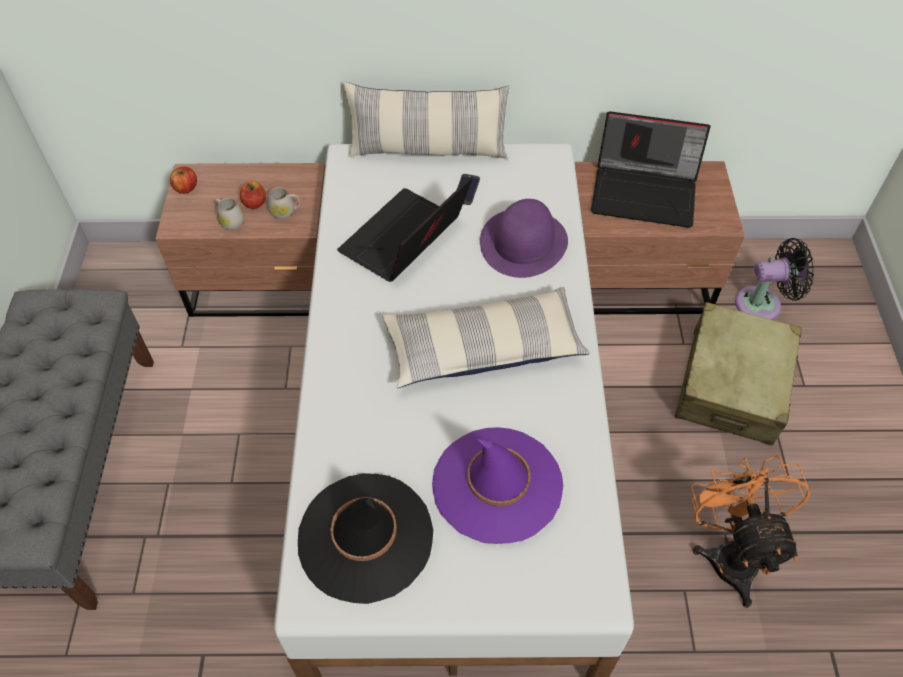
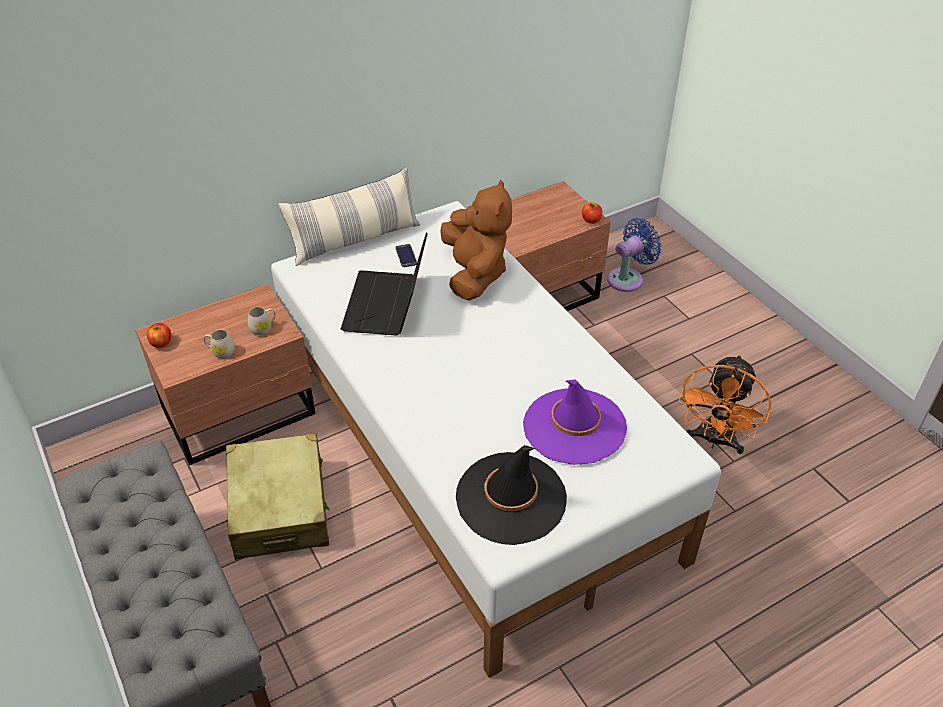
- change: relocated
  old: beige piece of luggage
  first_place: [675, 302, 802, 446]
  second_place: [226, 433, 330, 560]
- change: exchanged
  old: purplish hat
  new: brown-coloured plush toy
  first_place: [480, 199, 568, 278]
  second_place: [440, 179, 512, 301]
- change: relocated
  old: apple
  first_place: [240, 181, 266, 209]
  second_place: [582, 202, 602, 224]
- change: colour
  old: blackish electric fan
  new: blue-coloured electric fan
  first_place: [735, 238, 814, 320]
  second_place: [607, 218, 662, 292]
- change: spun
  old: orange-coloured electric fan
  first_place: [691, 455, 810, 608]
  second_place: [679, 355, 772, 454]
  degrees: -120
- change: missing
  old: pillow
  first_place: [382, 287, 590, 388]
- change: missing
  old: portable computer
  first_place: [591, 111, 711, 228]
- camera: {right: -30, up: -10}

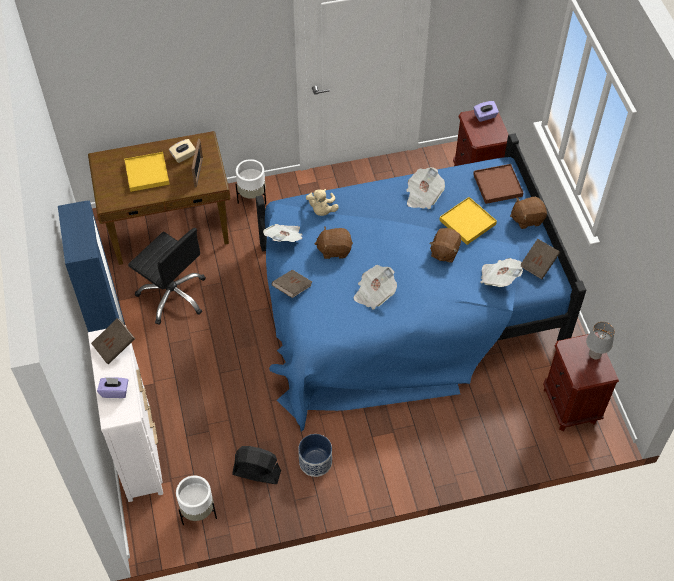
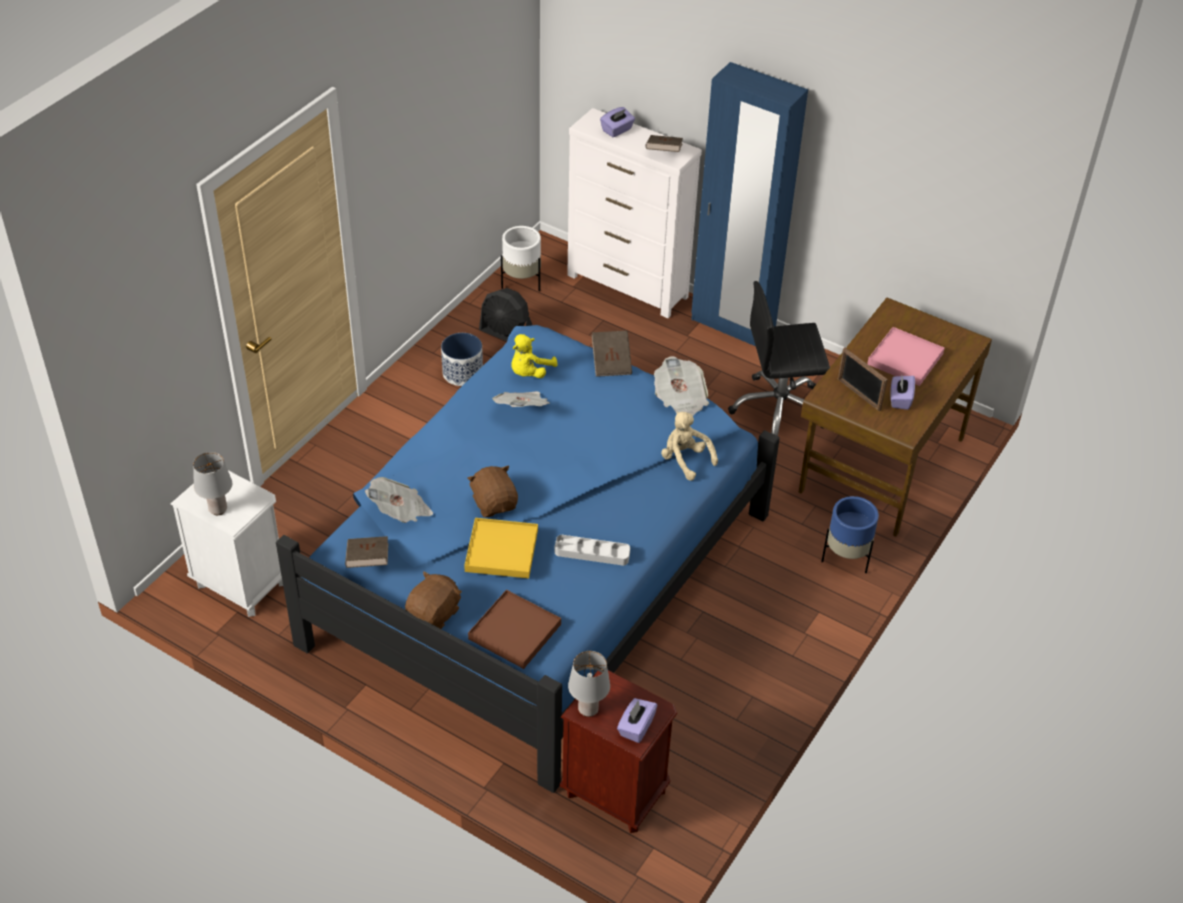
- change: colour
  old: brown-coloured nightstand
  new: white-coloured nightstand
  first_place: [543, 332, 619, 432]
  second_place: [171, 470, 283, 617]
- change: spun
  old: blackish electric fan
  first_place: [232, 446, 281, 484]
  second_place: [479, 288, 532, 341]
  degrees: 60
- change: appeared
  new: yellow-coloured plush toy
  second_place: [511, 334, 557, 378]
- change: exchanged
  old: newspaper
  new: gray tray
  first_place: [406, 167, 445, 209]
  second_place: [555, 535, 630, 566]
- change: appeared
  new: gray table lamp
  second_place: [568, 651, 610, 717]
- change: colour
  old: white-coloured planter
  new: blue-coloured planter
  first_place: [235, 159, 266, 205]
  second_place: [821, 496, 879, 573]
- change: colour
  old: yellow-coloured tray
  new: pink-coloured tray
  first_place: [124, 152, 170, 192]
  second_place: [867, 327, 945, 386]
- change: colour
  old: beige tissue holder
  new: purplish tissue holder
  first_place: [169, 139, 196, 163]
  second_place: [890, 376, 915, 410]
- change: missing
  old: brown-coloured plush toy
  first_place: [314, 226, 353, 259]
- camera: {right: 135, up: -10}

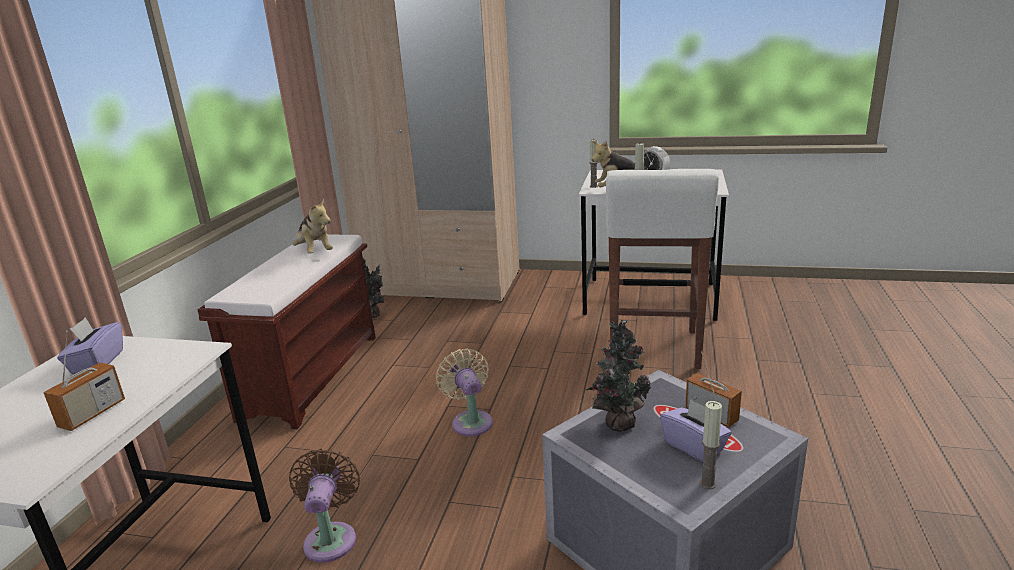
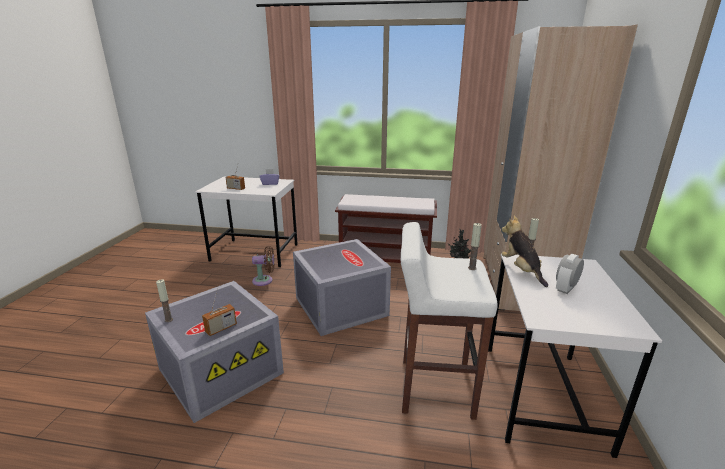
- change: exchanged
  old: beige electric fan
  new: gray storage box
  first_place: [436, 348, 493, 436]
  second_place: [293, 239, 391, 336]
- change: missing
  old: plush toy
  first_place: [292, 198, 333, 253]
- change: missing
  old: houseplant
  first_place: [586, 320, 651, 432]
- change: missing
  old: purplish tissue holder
  first_place: [660, 399, 732, 462]
- camera: {right: 85, up: 0}

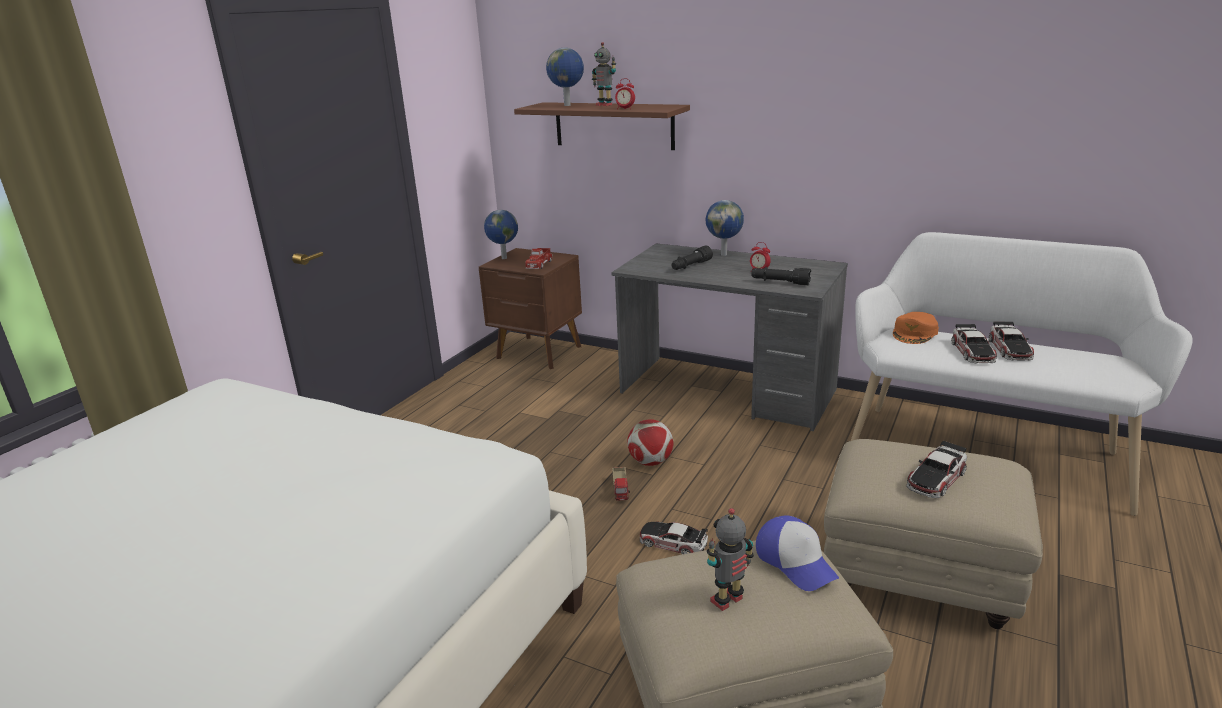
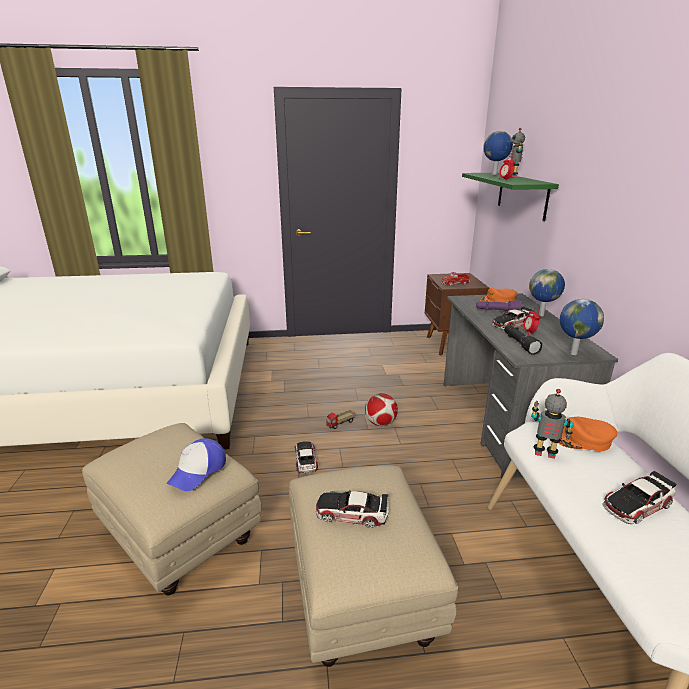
- change: colour
  old: brown-coloured wall shelf
  new: greenish wall shelf
  first_place: [514, 102, 690, 150]
  second_place: [462, 173, 559, 221]
- change: colour
  old: blackish torch
  new: purplish torch
  first_place: [671, 246, 713, 270]
  second_place: [476, 300, 522, 311]
- change: appeared
  new: orange-coloured baseball cap
  second_place: [480, 288, 517, 302]
- change: relocated
  old: miniature car
  first_place: [951, 324, 997, 364]
  second_place: [491, 307, 535, 330]
- change: relocated
  old: model robot
  first_place: [707, 508, 754, 611]
  second_place: [531, 389, 574, 459]
- change: relocated
  old: globe
  first_place: [484, 210, 518, 259]
  second_place: [559, 299, 604, 355]
- camera: {right: 55, up: 0}

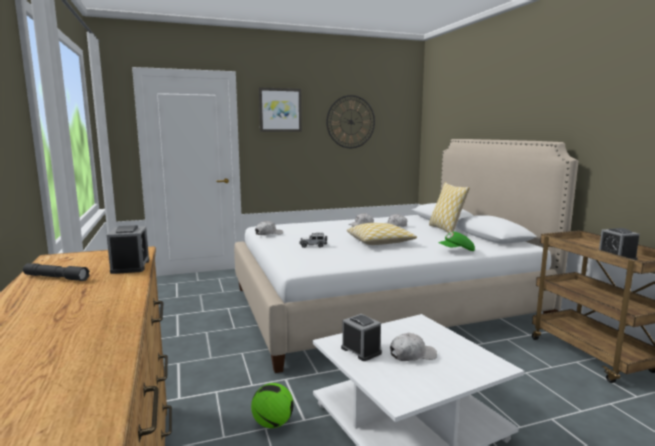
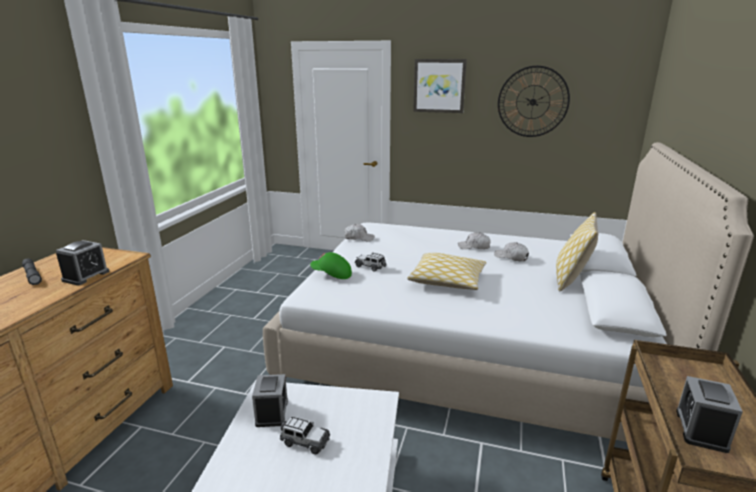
- change: exchanged
  old: white-coloured baseball cap
  new: miniature car
  first_place: [390, 332, 437, 361]
  second_place: [280, 416, 330, 454]
- change: relocated
  old: greenish baseball cap
  first_place: [438, 232, 475, 251]
  second_place: [310, 252, 352, 279]
- change: missing
  old: football ball
  first_place: [251, 383, 294, 428]
- camera: {right: 35, up: 10}

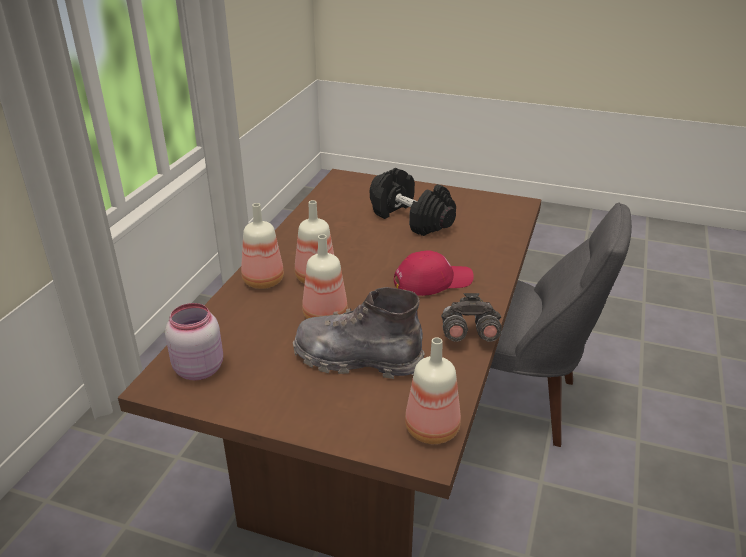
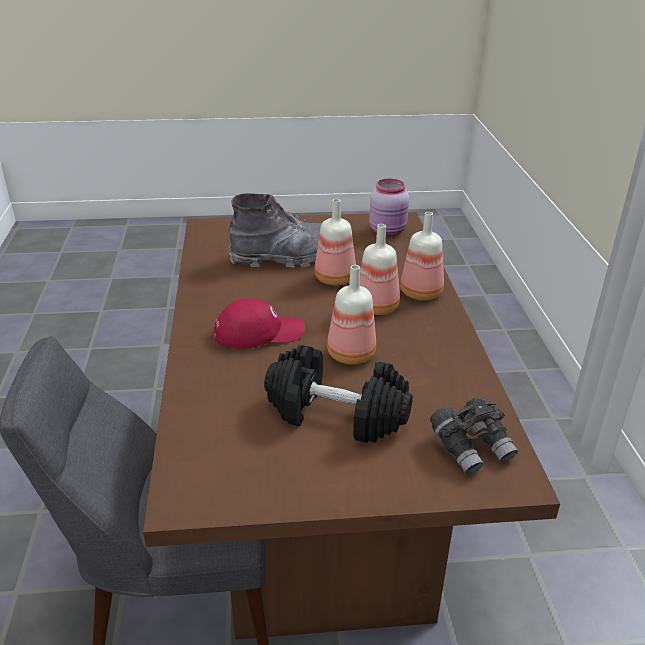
- change: spun
  old: reddish baseball cap
  first_place: [394, 250, 474, 296]
  second_place: [214, 298, 305, 349]
  degrees: -150
- change: relocated
  old: beverage bottle
  first_place: [405, 337, 461, 444]
  second_place: [327, 265, 376, 364]
- change: relocated
  old: gray pair of binoculars
  first_place: [441, 293, 502, 342]
  second_place: [430, 396, 518, 474]
- camera: {right: 155, up: 0}

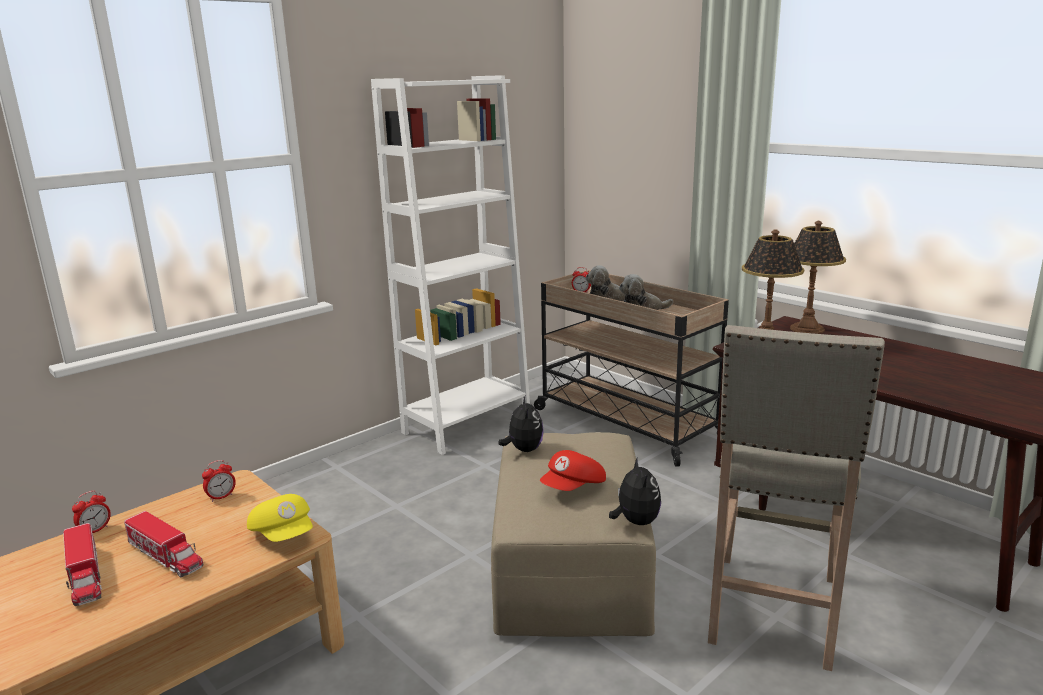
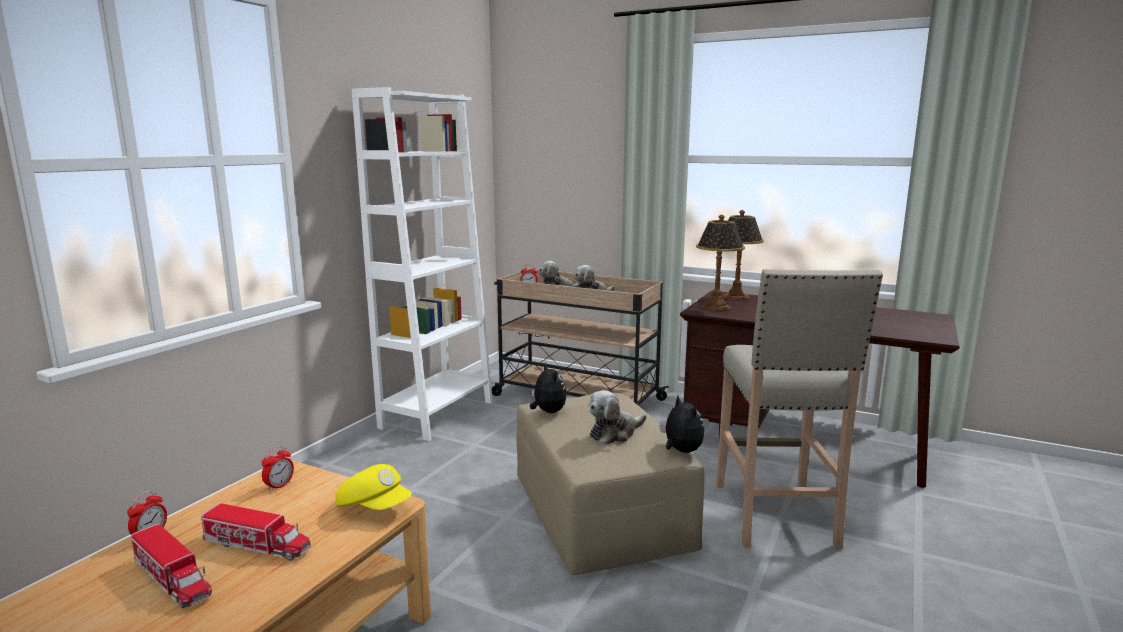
- change: exchanged
  old: reddish baseball cap
  new: plush toy
  first_place: [540, 450, 606, 491]
  second_place: [589, 390, 646, 444]
- camera: {right: -20, up: -5}

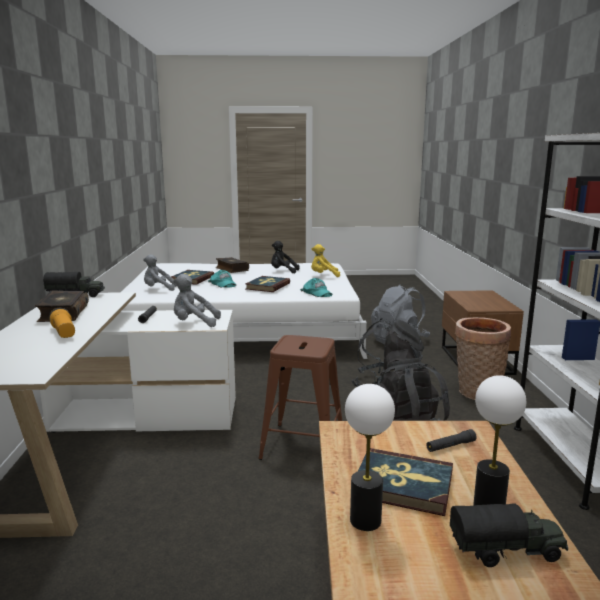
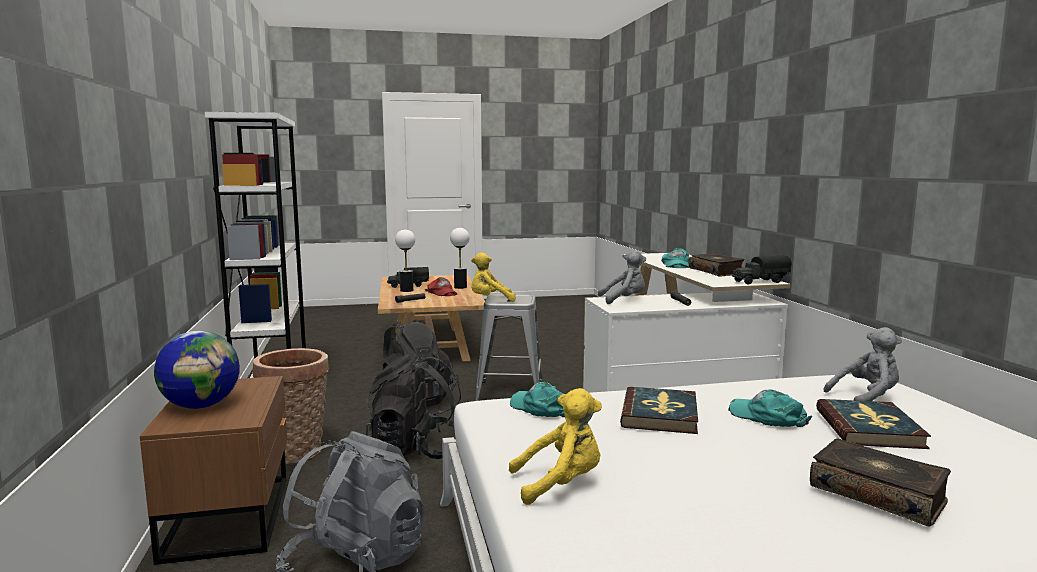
- change: appeared
  new: globe
  second_place: [154, 331, 240, 409]
- change: exchanged
  old: book
  new: reddish baseball cap
  first_place: [358, 448, 453, 516]
  second_place: [425, 277, 457, 296]
- change: appeared
  new: yellow-coloured plush toy
  second_place: [471, 252, 516, 302]
- change: colour
  old: brown-coloured sitting stool
  new: gray sitting stool
  first_place: [258, 335, 342, 460]
  second_place: [475, 294, 543, 401]
- change: exchanged
  old: torch
  new: turquoise baseball cap
  first_place: [49, 308, 75, 338]
  second_place: [661, 248, 690, 268]
- change: missing
  old: blackish plush toy
  first_place: [271, 241, 300, 273]
- camera: {right: 170, up: -5}

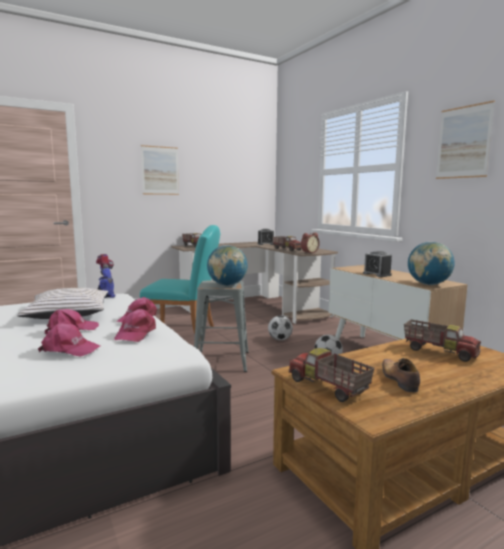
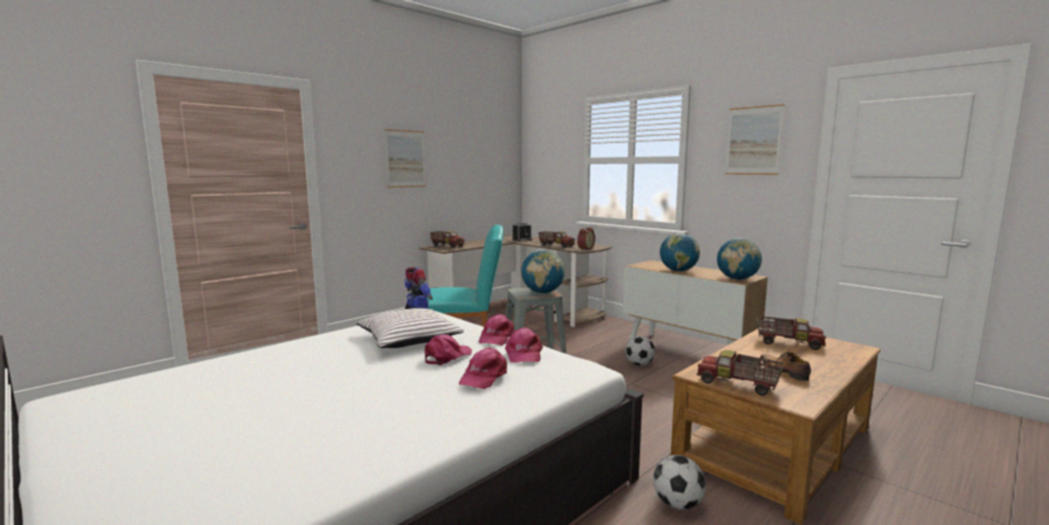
- change: spun
  old: pink-coloured baseball cap
  first_place: [38, 323, 100, 357]
  second_place: [459, 347, 507, 389]
  degrees: 120
- change: relocated
  old: football ball
  first_place: [268, 316, 293, 340]
  second_place: [653, 455, 706, 510]
- change: exchanged
  old: bedside clock
  new: globe
  first_place: [363, 251, 392, 277]
  second_place: [660, 233, 700, 272]
- camera: {right: -15, up: 0}

